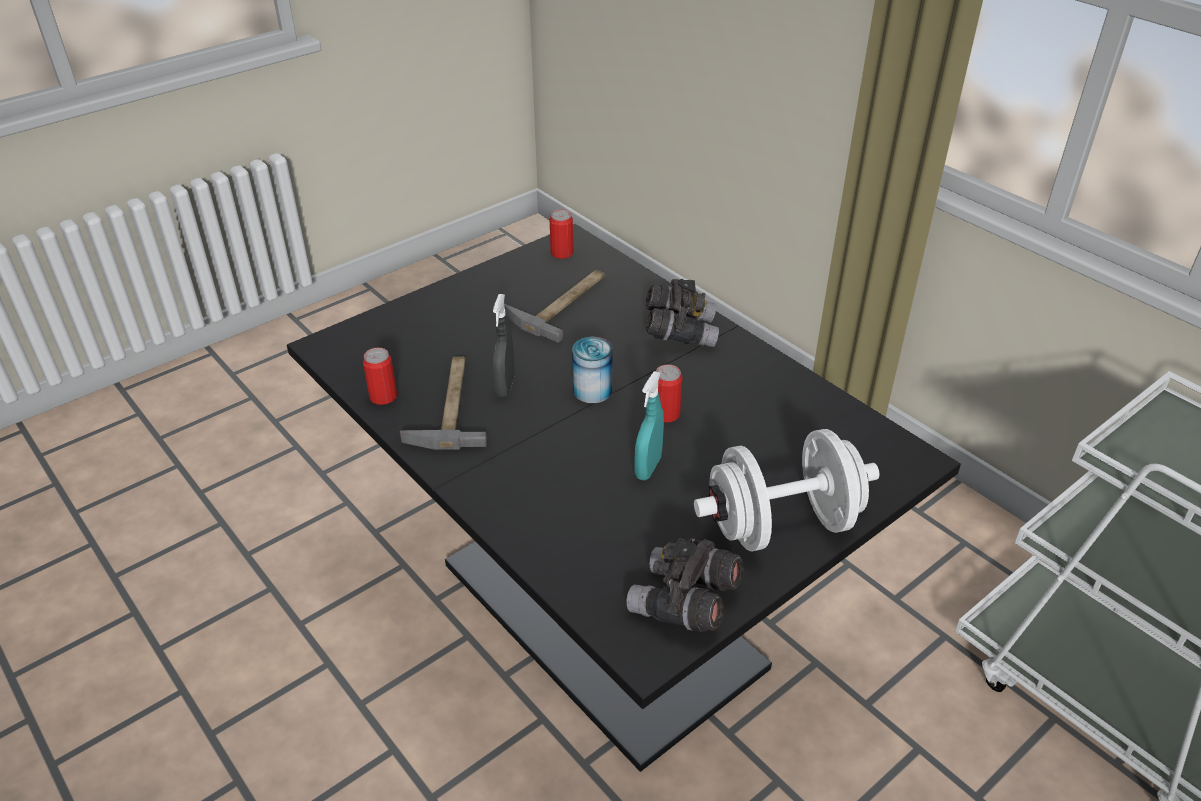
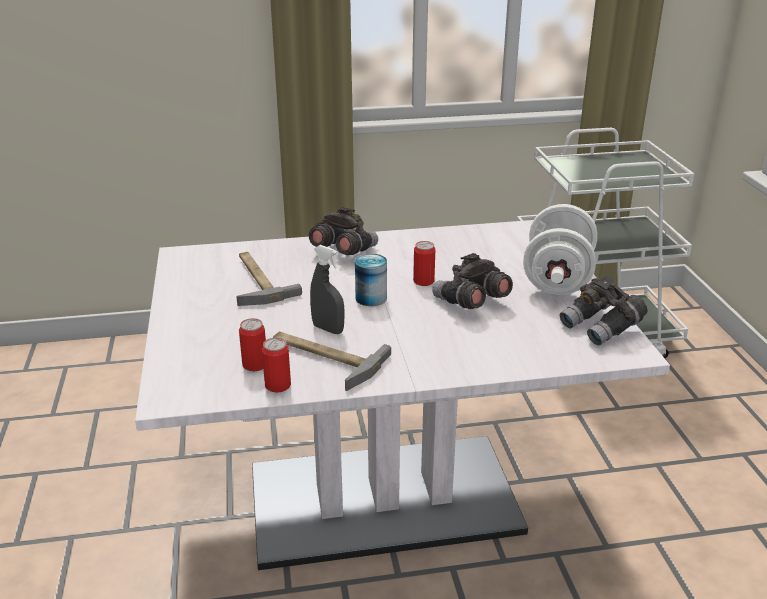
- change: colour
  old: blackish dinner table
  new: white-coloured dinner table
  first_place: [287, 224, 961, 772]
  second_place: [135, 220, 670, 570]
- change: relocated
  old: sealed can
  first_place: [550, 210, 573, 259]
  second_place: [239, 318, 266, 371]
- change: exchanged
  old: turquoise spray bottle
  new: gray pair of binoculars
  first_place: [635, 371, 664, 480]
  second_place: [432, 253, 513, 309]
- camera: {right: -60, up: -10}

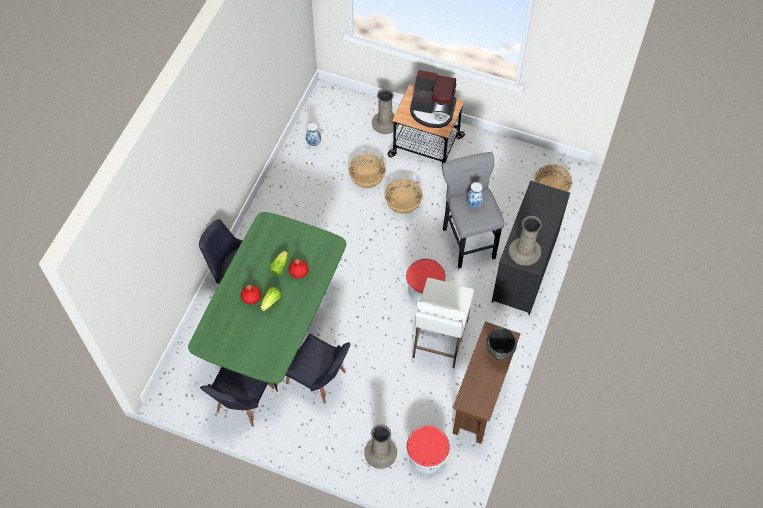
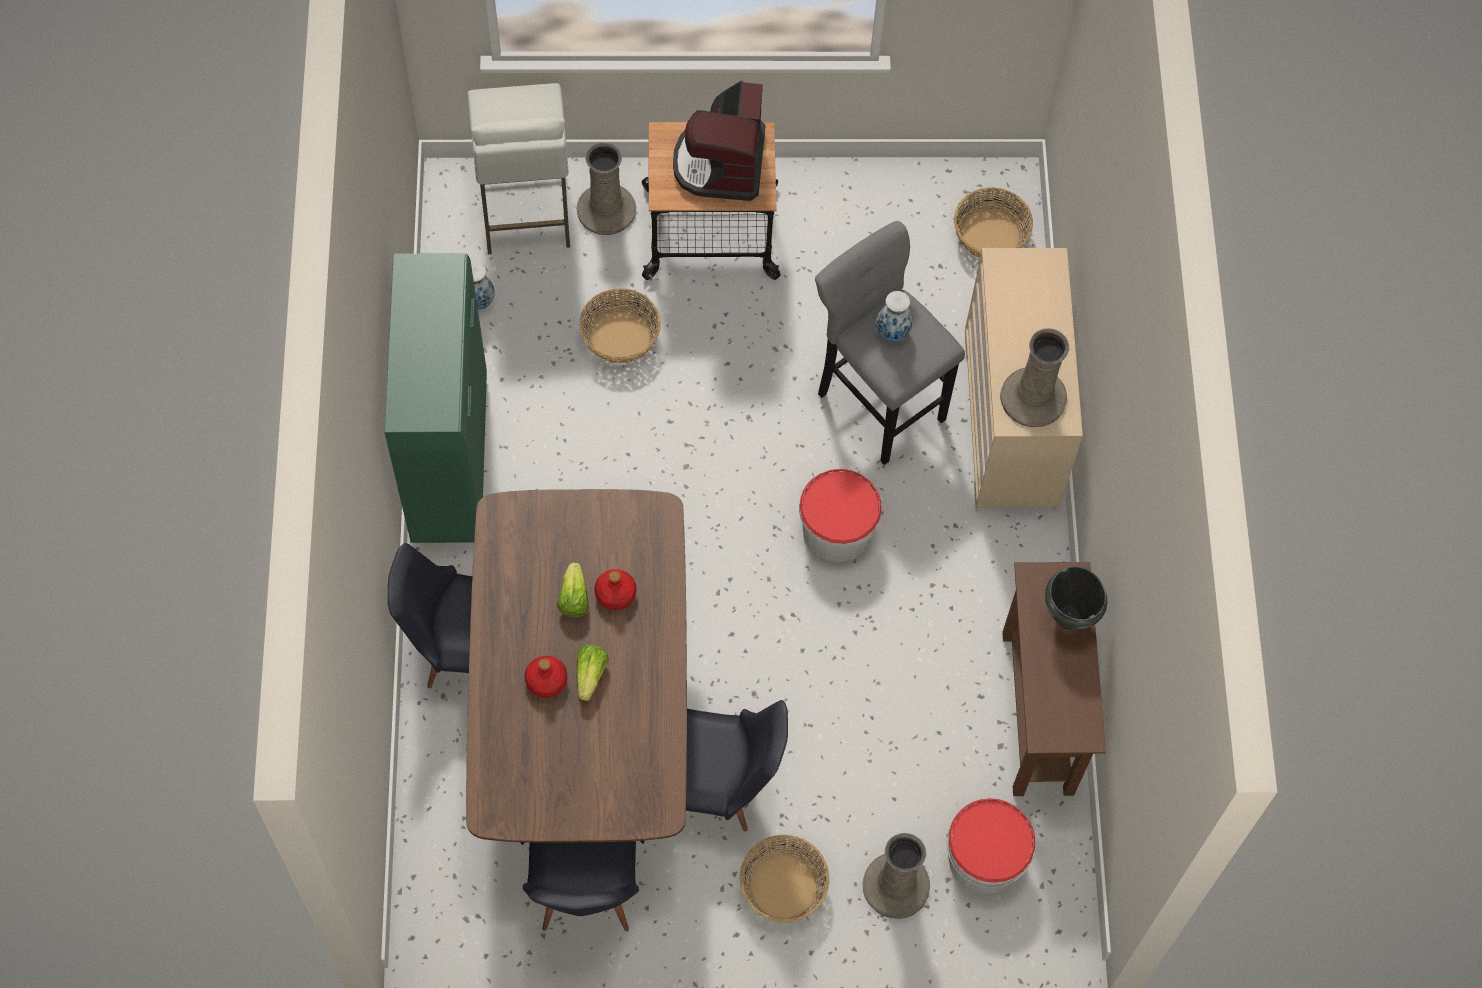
- change: appeared
  new: greenish cabinet
  second_place: [384, 254, 487, 543]
- change: colour
  old: greenish dinner table
  new: brown-coloured dinner table
  first_place: [188, 212, 346, 392]
  second_place: [466, 489, 687, 845]
- change: relocated
  old: white-coloured sitting stool
  first_place: [412, 278, 474, 368]
  second_place: [467, 83, 570, 254]
- change: spun
  old: coffee machine
  first_place: [410, 70, 457, 128]
  second_place: [673, 81, 766, 201]
  degrees: 105
- change: relocated
  old: household basket
  first_place: [384, 179, 423, 214]
  second_place: [739, 835, 829, 923]
- change: colour
  old: blackish drawer chest
  new: beige drawer chest
  first_place: [492, 180, 570, 315]
  second_place: [965, 248, 1083, 511]
- camera: {right: -25, up: 5}

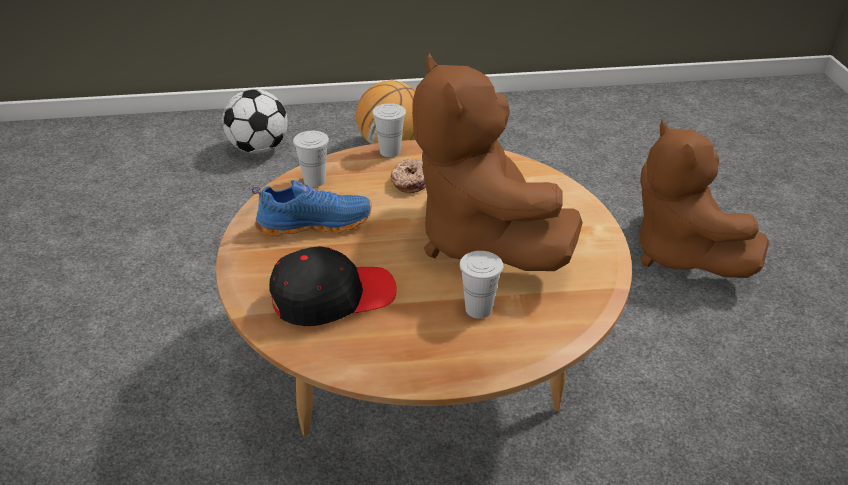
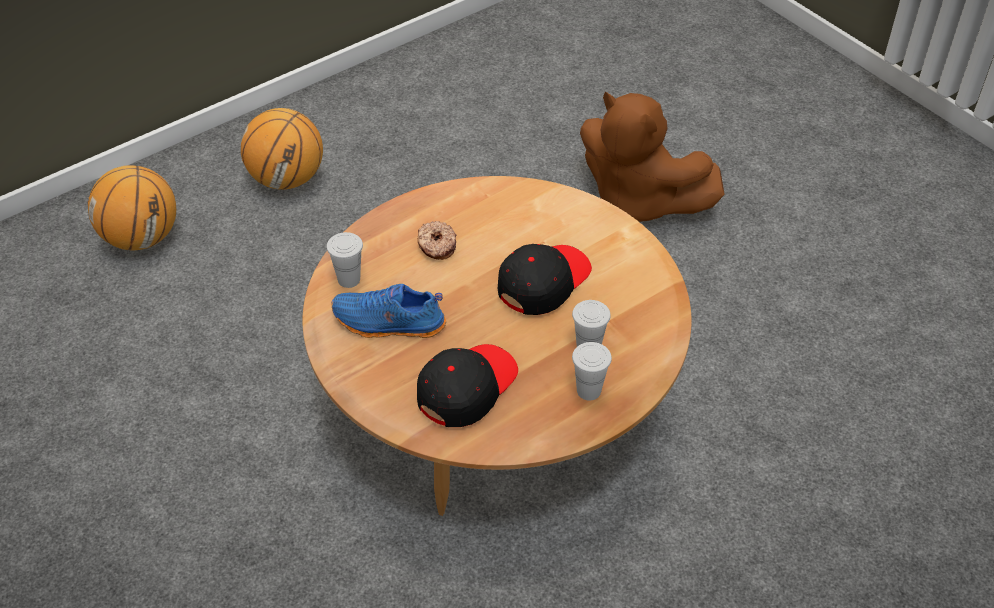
- change: exchanged
  old: football ball
  new: ball for basketball
  first_place: [222, 89, 288, 154]
  second_place: [88, 165, 176, 251]
- change: spun
  old: blue-coloured shoe
  first_place: [252, 180, 372, 237]
  second_place: [332, 284, 446, 338]
  degrees: -135
- change: exchanged
  old: brown-coloured plush toy
  new: blackish baseball cap
  first_place: [412, 53, 583, 271]
  second_place: [497, 244, 592, 315]
- change: relocated
  old: white-coloured drinking cup
  first_place: [372, 103, 406, 157]
  second_place: [572, 342, 612, 400]
- camera: {right: -30, up: 10}

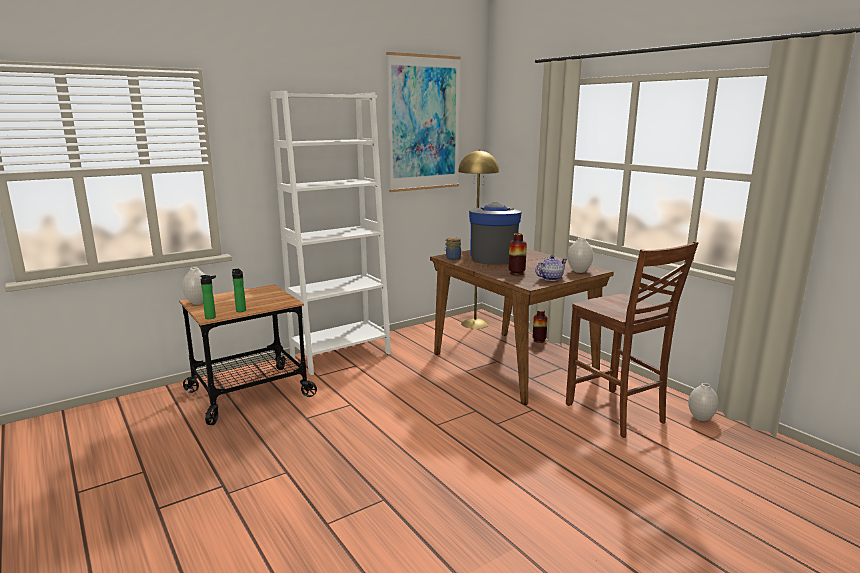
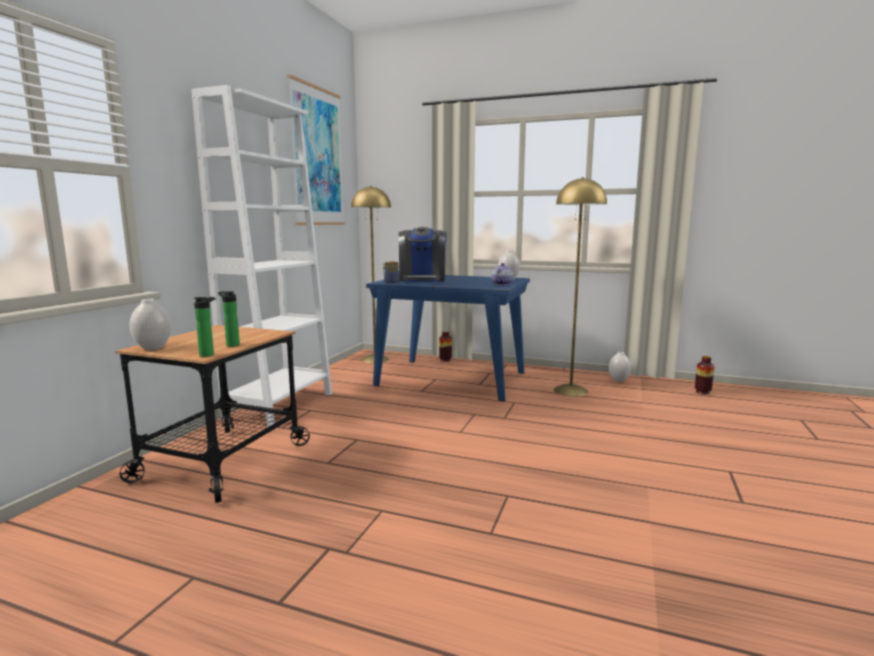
- change: colour
  old: brown-coloured dinner table
  new: blue-coloured dinner table
  first_place: [430, 249, 614, 405]
  second_place: [366, 275, 530, 401]
- change: spun
  old: coffee machine
  first_place: [469, 203, 522, 265]
  second_place: [399, 227, 447, 282]
  degrees: -150
- change: exchanged
  old: brown-coloured upright chair
  new: yellow-coloured floor lamp
  first_place: [566, 241, 699, 438]
  second_place: [554, 177, 607, 396]
- change: relocated
  old: decorative vase
  first_place: [508, 233, 527, 275]
  second_place: [695, 356, 714, 394]
- camera: {right: -35, up: -5}

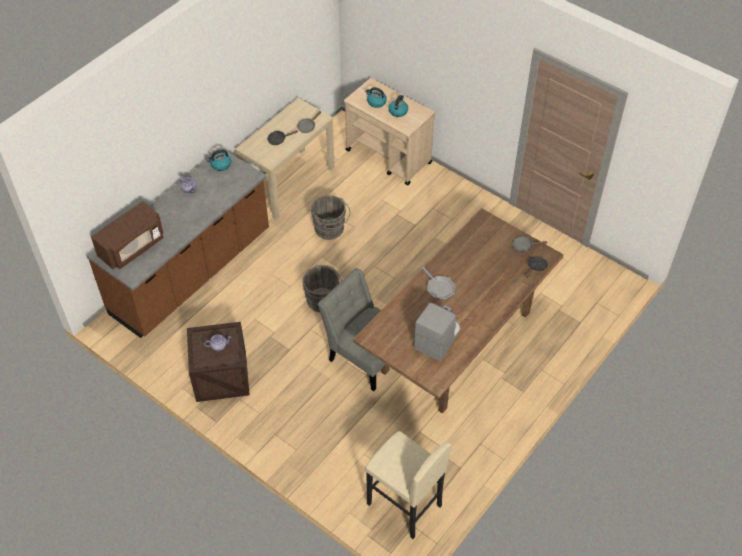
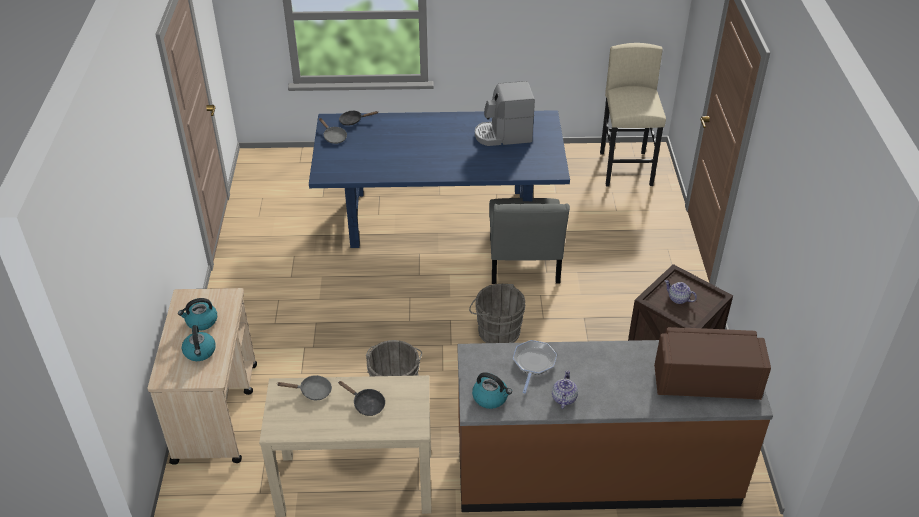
- change: colour
  old: brown-coloured dinner table
  new: blue-coloured dinner table
  first_place: [353, 208, 564, 414]
  second_place: [309, 110, 570, 248]
- change: relocated
  old: skillet
  first_place: [422, 267, 456, 299]
  second_place: [513, 340, 557, 393]
- camera: {right: -130, up: -10}

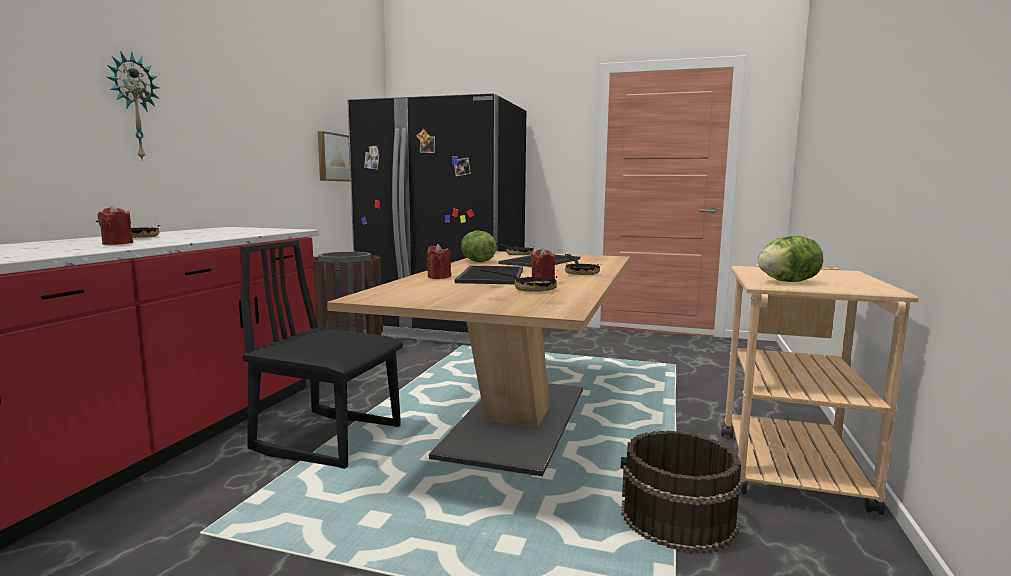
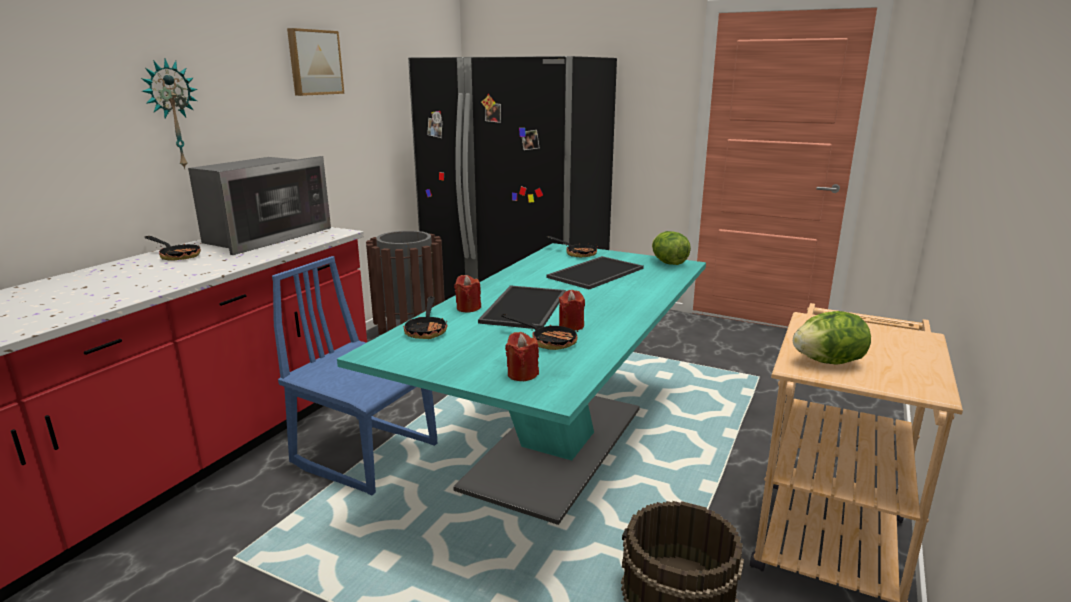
- change: appeared
  new: microwave oven
  second_place: [188, 156, 331, 255]
- change: colour
  old: blackish upright chair
  new: blue-coloured upright chair
  first_place: [241, 240, 403, 469]
  second_place: [272, 256, 437, 495]
- change: relocated
  old: wall art
  first_place: [318, 131, 351, 181]
  second_place: [287, 28, 344, 96]
- change: colour
  old: beige dinner table
  new: turquoise dinner table
  first_place: [327, 251, 630, 476]
  second_place: [337, 243, 706, 525]
- change: relocated
  old: skillet
  first_place: [565, 254, 600, 275]
  second_place: [403, 296, 447, 339]
- change: relocated
  old: reddish wax light
  first_place: [98, 205, 133, 245]
  second_place: [505, 332, 539, 381]
- change: relocated
  old: lettuce head
  first_place: [461, 231, 497, 262]
  second_place: [652, 231, 691, 265]
- camera: {right: 10, up: 10}

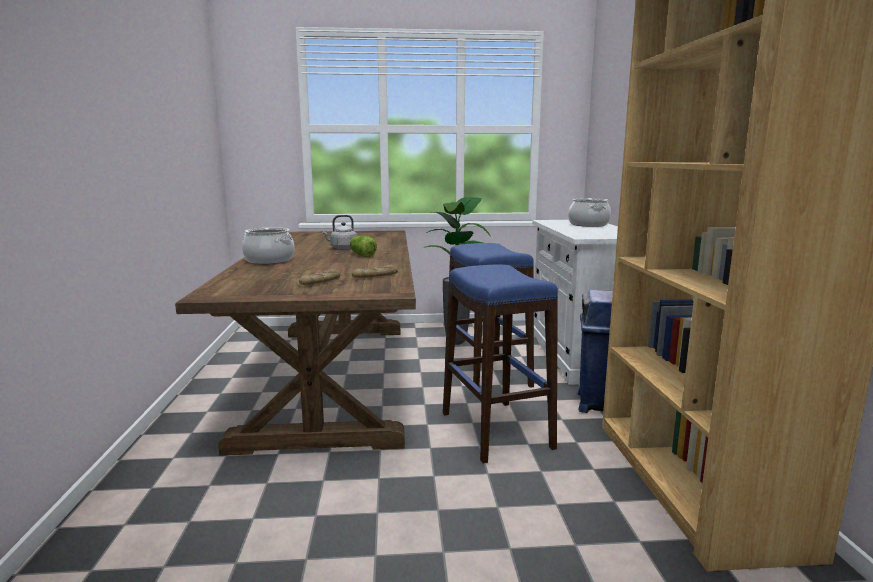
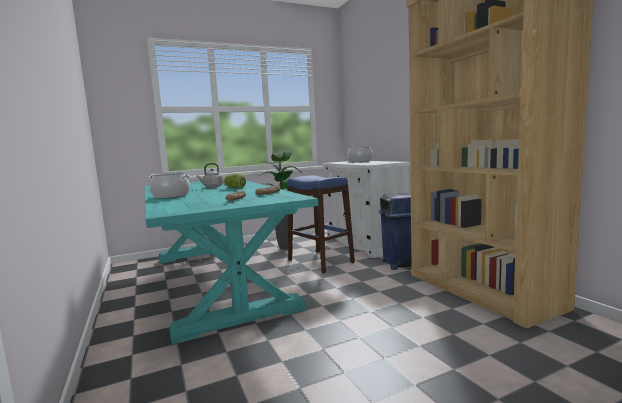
- change: colour
  old: brown-coloured dinner table
  new: turquoise dinner table
  first_place: [175, 231, 416, 456]
  second_place: [144, 181, 319, 344]
- change: missing
  old: blue-coloured sitting stool
  first_place: [443, 265, 558, 463]
- camera: {right: -20, up: -5}

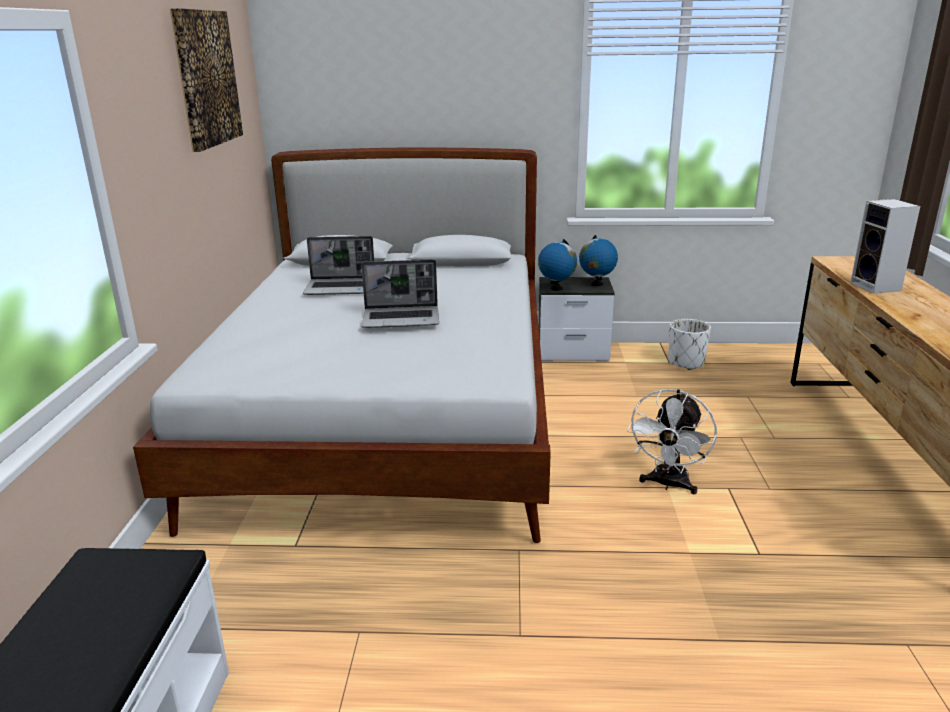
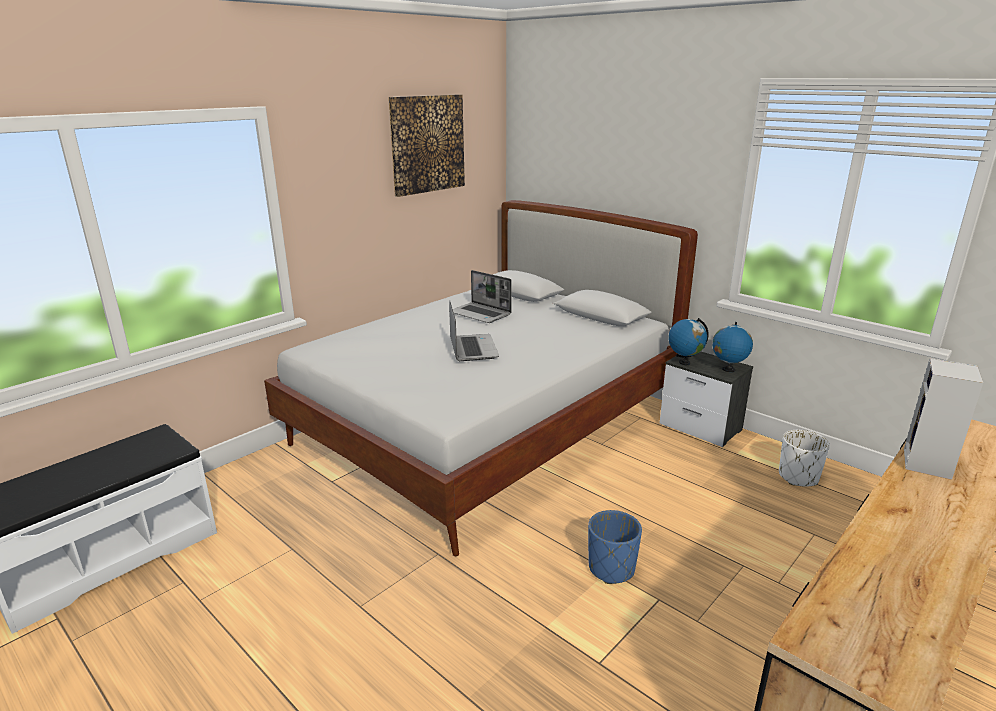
- change: spun
  old: portable computer
  first_place: [361, 259, 439, 328]
  second_place: [449, 301, 499, 361]
  degrees: -135
- change: exchanged
  old: white-coloured electric fan
  new: blue-coloured planter
  first_place: [627, 389, 717, 494]
  second_place: [588, 510, 642, 584]
- camera: {right: 40, up: 0}

